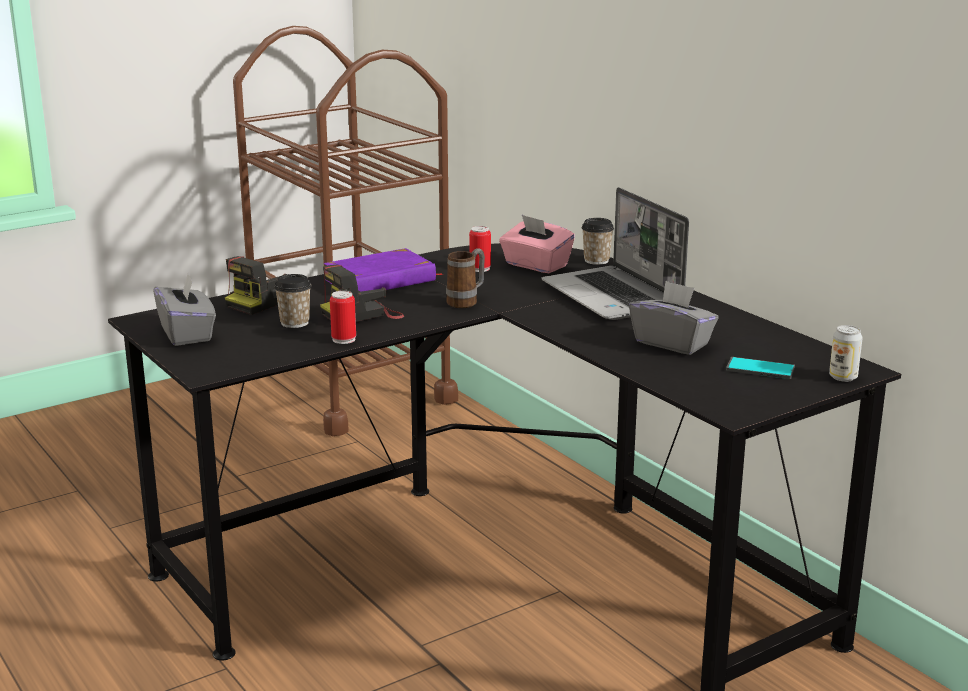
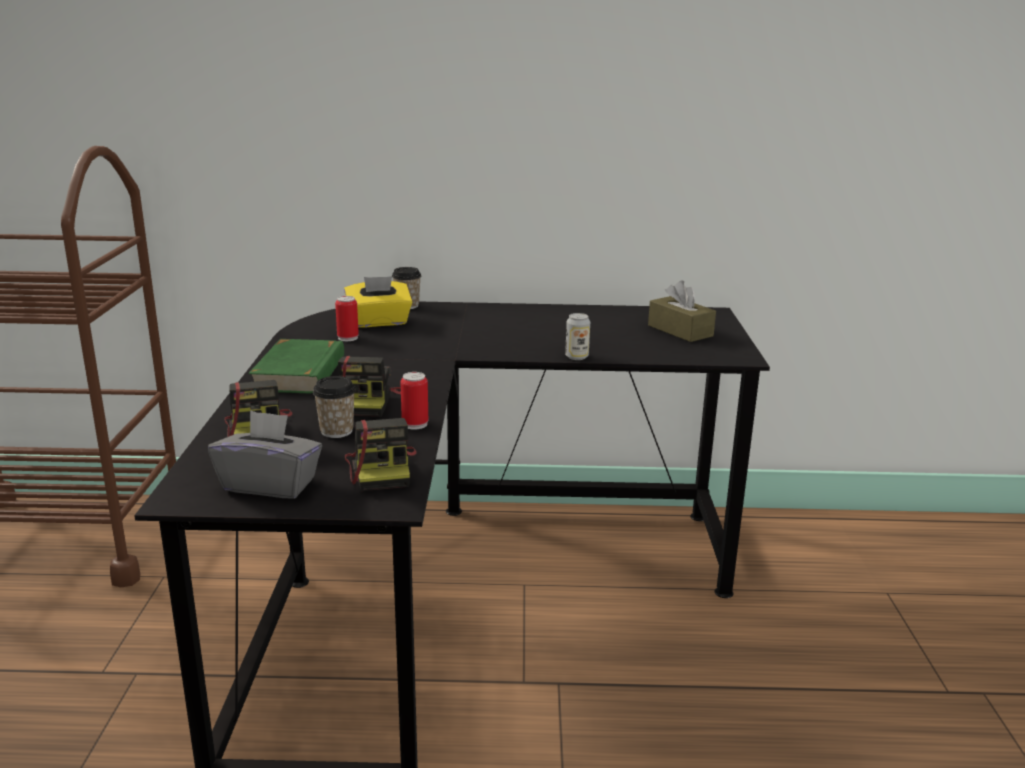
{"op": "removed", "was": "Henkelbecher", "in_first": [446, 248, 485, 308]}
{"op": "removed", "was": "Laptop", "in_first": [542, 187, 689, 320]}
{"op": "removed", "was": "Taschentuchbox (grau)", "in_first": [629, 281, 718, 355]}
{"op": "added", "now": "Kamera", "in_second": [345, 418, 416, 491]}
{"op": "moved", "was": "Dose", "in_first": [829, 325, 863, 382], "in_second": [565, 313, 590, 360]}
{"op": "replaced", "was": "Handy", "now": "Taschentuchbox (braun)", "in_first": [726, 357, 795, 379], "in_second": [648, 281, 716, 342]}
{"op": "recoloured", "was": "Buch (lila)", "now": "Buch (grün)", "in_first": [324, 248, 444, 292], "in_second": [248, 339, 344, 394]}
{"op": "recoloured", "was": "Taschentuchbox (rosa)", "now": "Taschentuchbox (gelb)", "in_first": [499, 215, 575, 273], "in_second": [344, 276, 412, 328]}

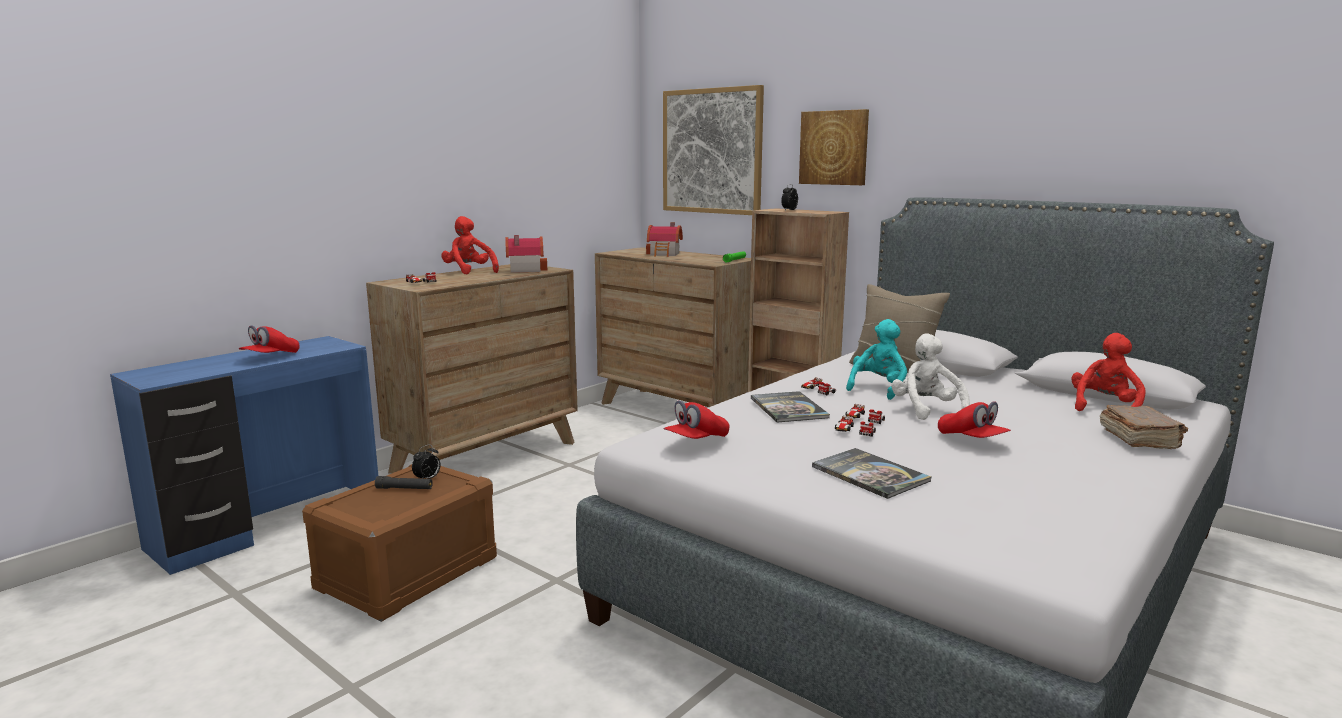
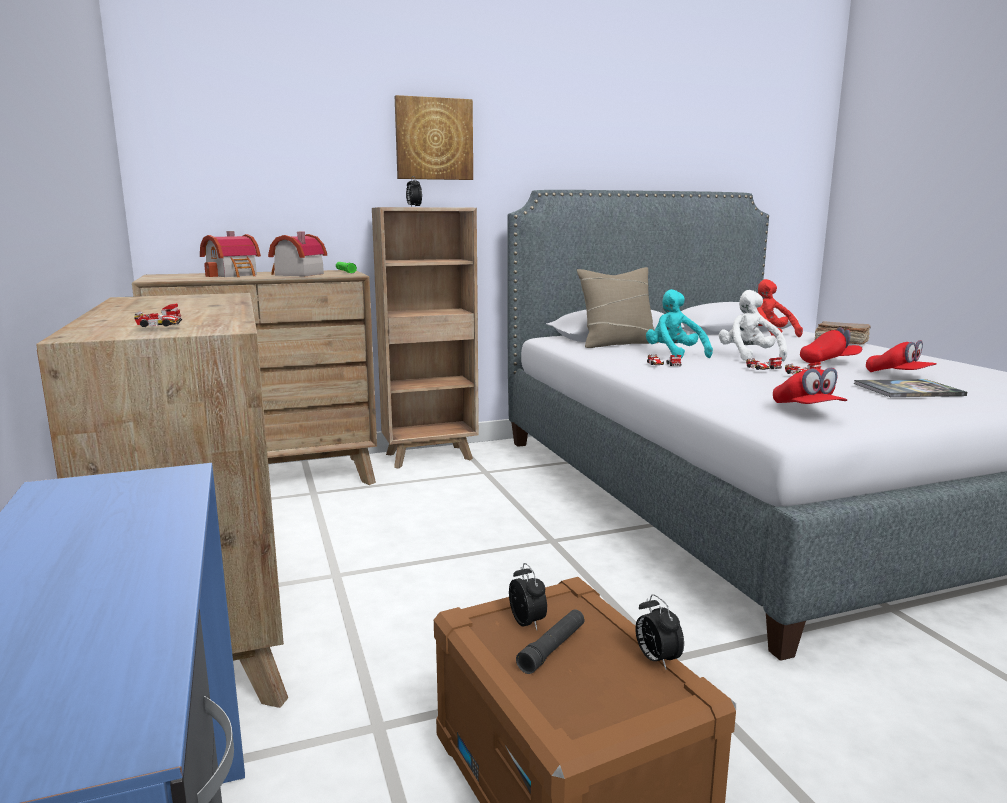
{"op": "removed", "was": "Plüschtier (rot)", "in_first": [441, 216, 499, 274]}
{"op": "removed", "was": "Bild", "in_first": [663, 85, 764, 215]}
{"op": "removed", "was": "Buch", "in_first": [751, 391, 830, 422]}
{"op": "added", "now": "Wecker", "in_second": [635, 594, 684, 669]}
{"op": "moved", "was": "Kappe (rot)", "in_first": [239, 325, 299, 353], "in_second": [866, 340, 937, 372]}
{"op": "moved", "was": "Spielzeughaus", "in_first": [505, 235, 547, 273], "in_second": [268, 232, 327, 277]}
{"op": "turned", "was": "Plüschtier (weiß)", "in_first": [891, 333, 970, 420], "in_second": [719, 290, 787, 361], "clockwise": 60}

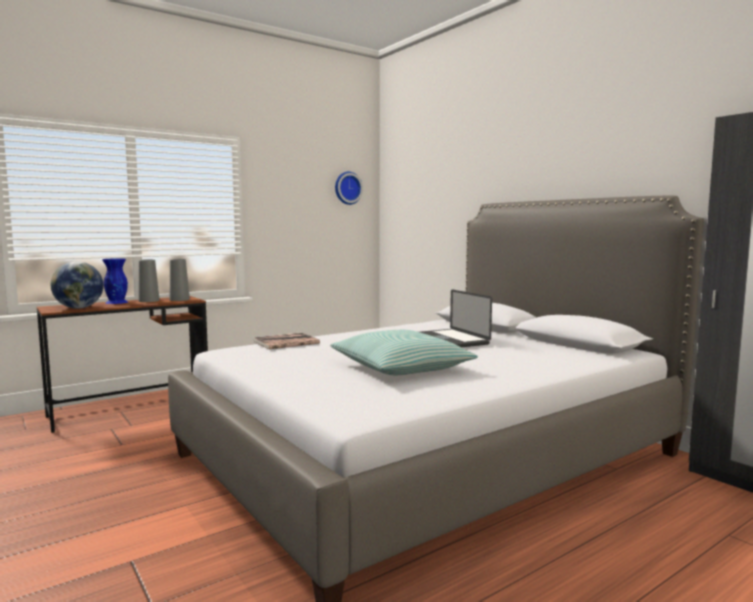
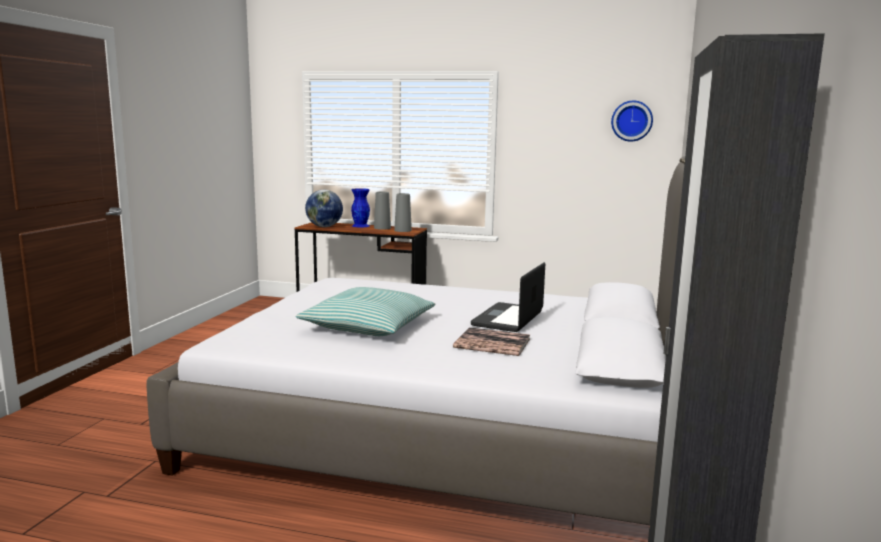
{"op": "moved", "was": "Buch", "in_first": [253, 333, 320, 349], "in_second": [453, 327, 530, 356]}

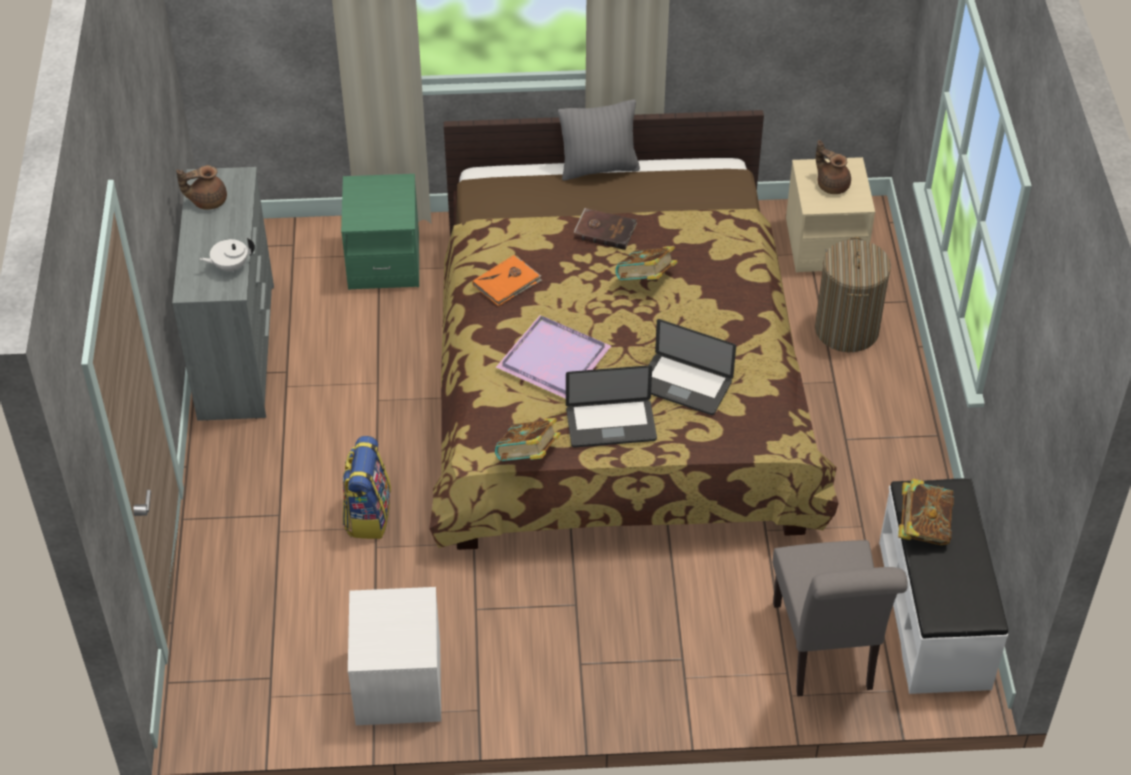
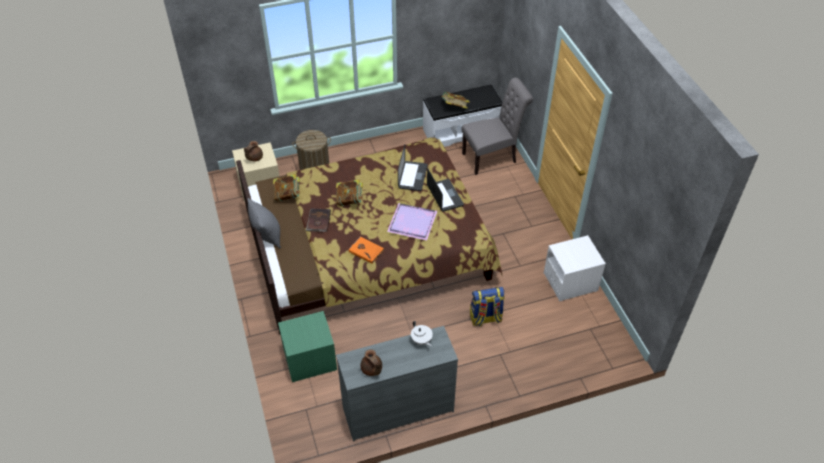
{"op": "moved", "was": "Buch", "in_first": [495, 418, 561, 461], "in_second": [273, 174, 301, 202]}

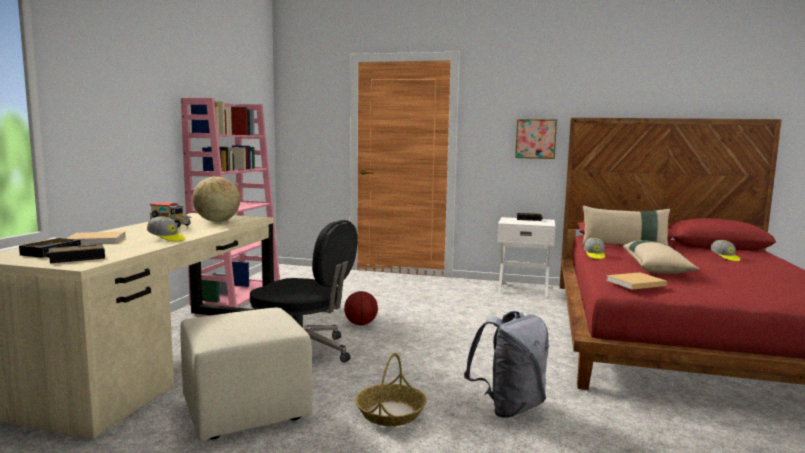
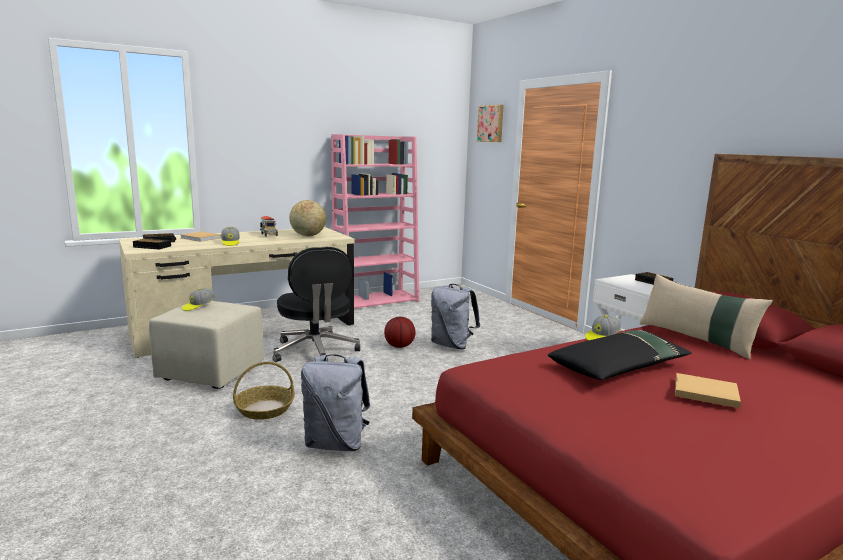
{"op": "added", "now": "Rucksack (grau)", "in_second": [431, 284, 480, 349]}
{"op": "moved", "was": "Bild", "in_first": [515, 119, 557, 159], "in_second": [477, 105, 504, 142]}
{"op": "moved", "was": "Buch (beige)", "in_first": [606, 272, 667, 289], "in_second": [675, 373, 741, 408]}
{"op": "moved", "was": "Kappe", "in_first": [711, 240, 740, 261], "in_second": [182, 288, 215, 311]}
{"op": "recoloured", "was": "Kissen (beige)", "now": "Kissen (schwarz)", "in_first": [623, 240, 700, 274], "in_second": [548, 330, 692, 380]}

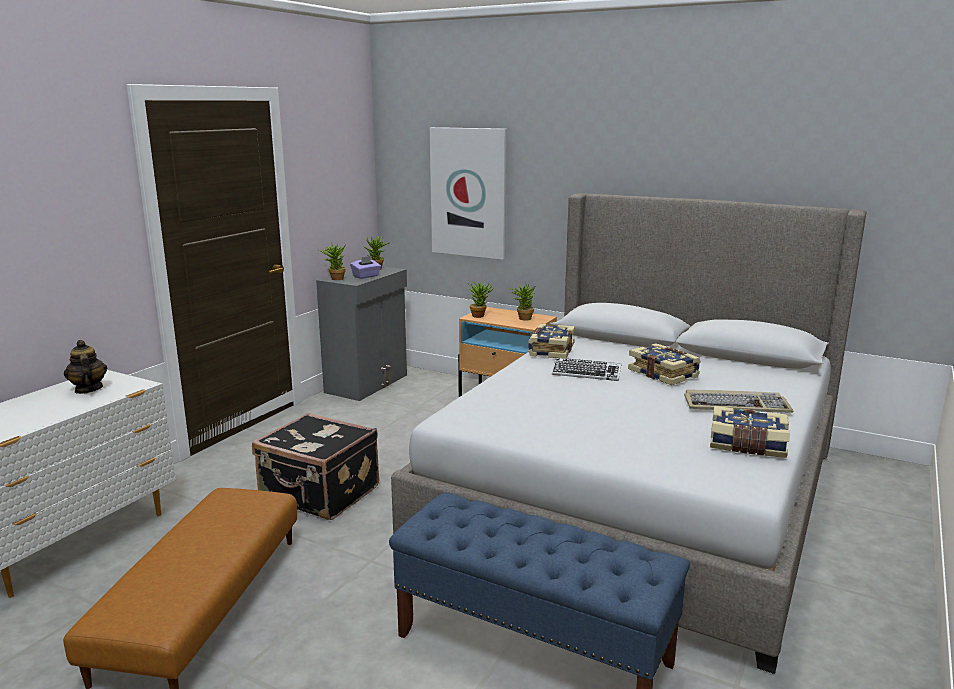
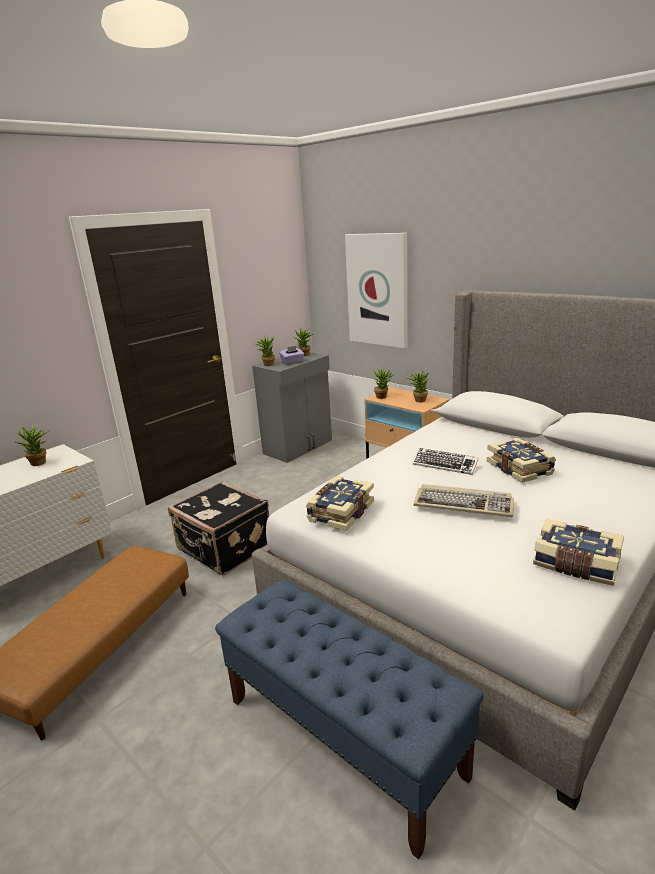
{"op": "moved", "was": "Buch", "in_first": [528, 324, 575, 358], "in_second": [306, 476, 374, 531]}
{"op": "moved", "was": "Tastatur", "in_first": [684, 389, 794, 413], "in_second": [414, 484, 514, 517]}
{"op": "replaced", "was": "Teekanne", "now": "Topfpflanze", "in_first": [64, 340, 107, 394], "in_second": [16, 424, 50, 466]}

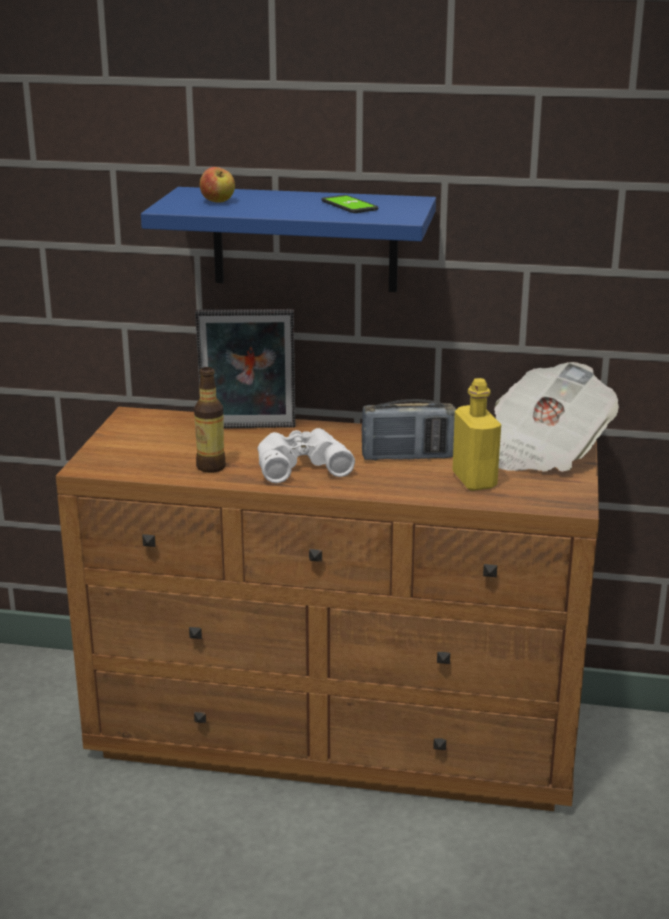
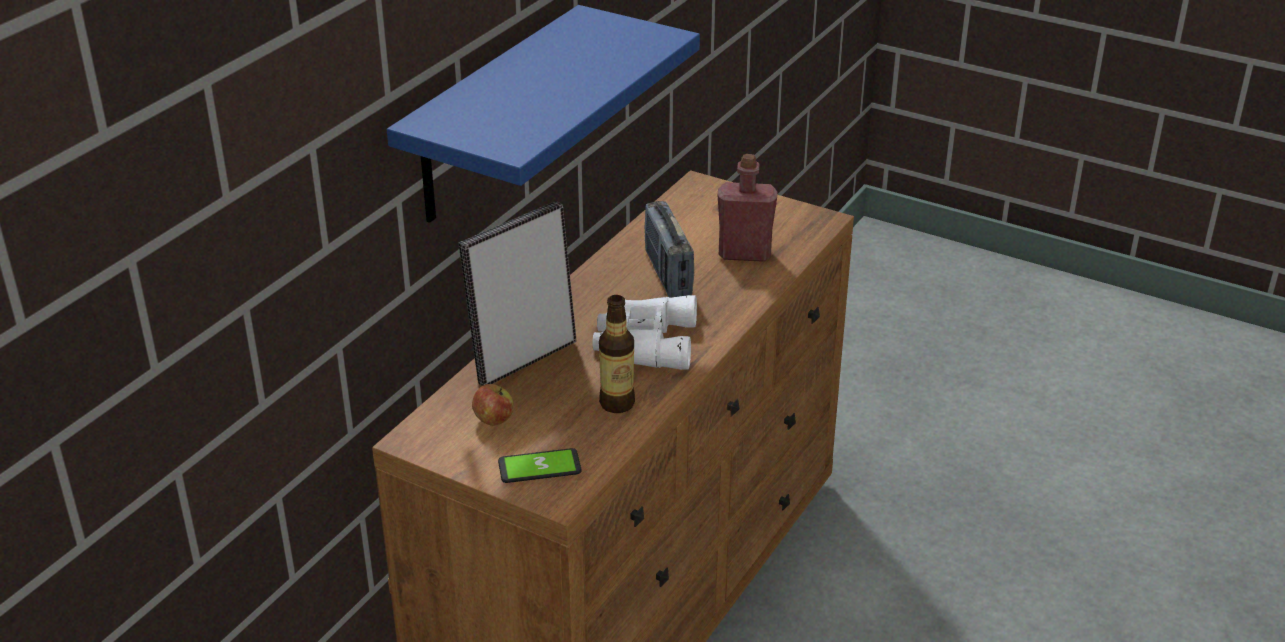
{"op": "removed", "was": "Zeitung", "in_first": [494, 362, 619, 472]}
{"op": "moved", "was": "Apfel", "in_first": [200, 167, 235, 203], "in_second": [472, 384, 514, 426]}
{"op": "moved", "was": "Handy", "in_first": [321, 195, 379, 213], "in_second": [498, 448, 582, 483]}
{"op": "recoloured", "was": "Flasche (gelb)", "now": "Flasche (rot)", "in_first": [452, 378, 501, 491], "in_second": [717, 154, 778, 262]}
{"op": "turned", "was": "Bilderrahmen", "in_first": [195, 309, 296, 428], "in_second": [459, 201, 576, 386], "clockwise": -150}
{"op": "turned", "was": "Radio", "in_first": [362, 399, 456, 461], "in_second": [644, 201, 694, 298], "clockwise": 150}

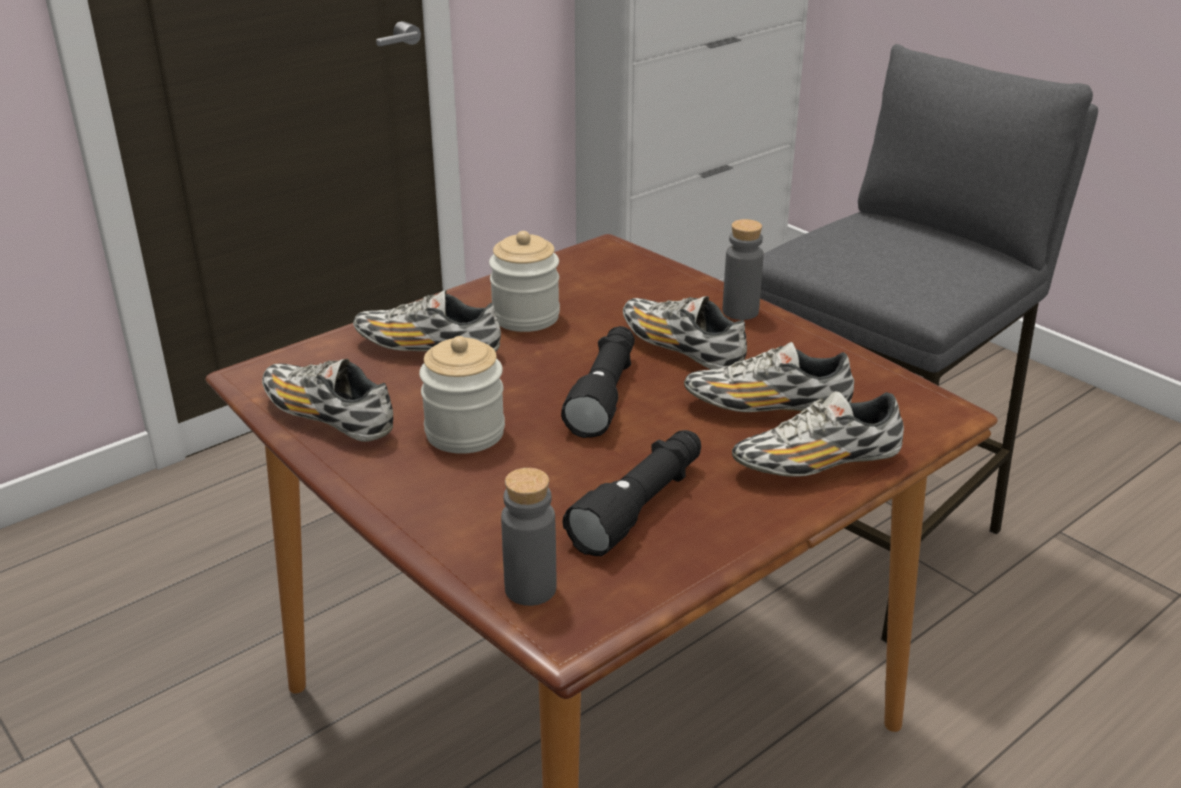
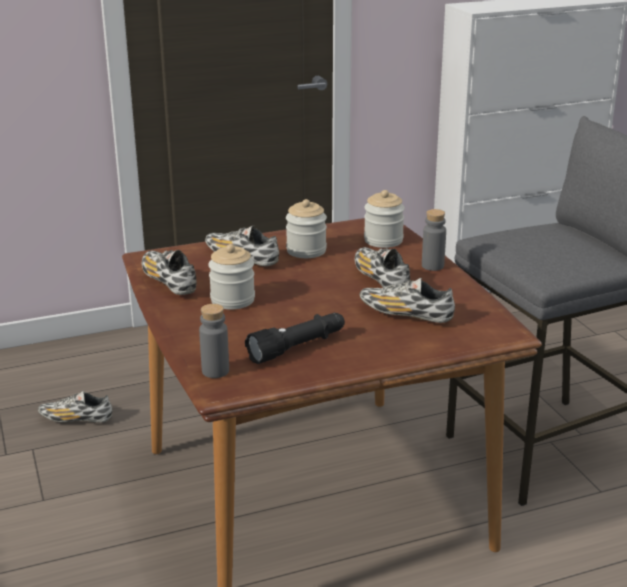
{"op": "removed", "was": "Taschenlampe (schwarz)", "in_first": [561, 326, 635, 438]}
{"op": "added", "now": "Vorratsglas", "in_second": [364, 190, 405, 248]}
{"op": "moved", "was": "Schuh", "in_first": [732, 391, 904, 477], "in_second": [38, 391, 112, 422]}

